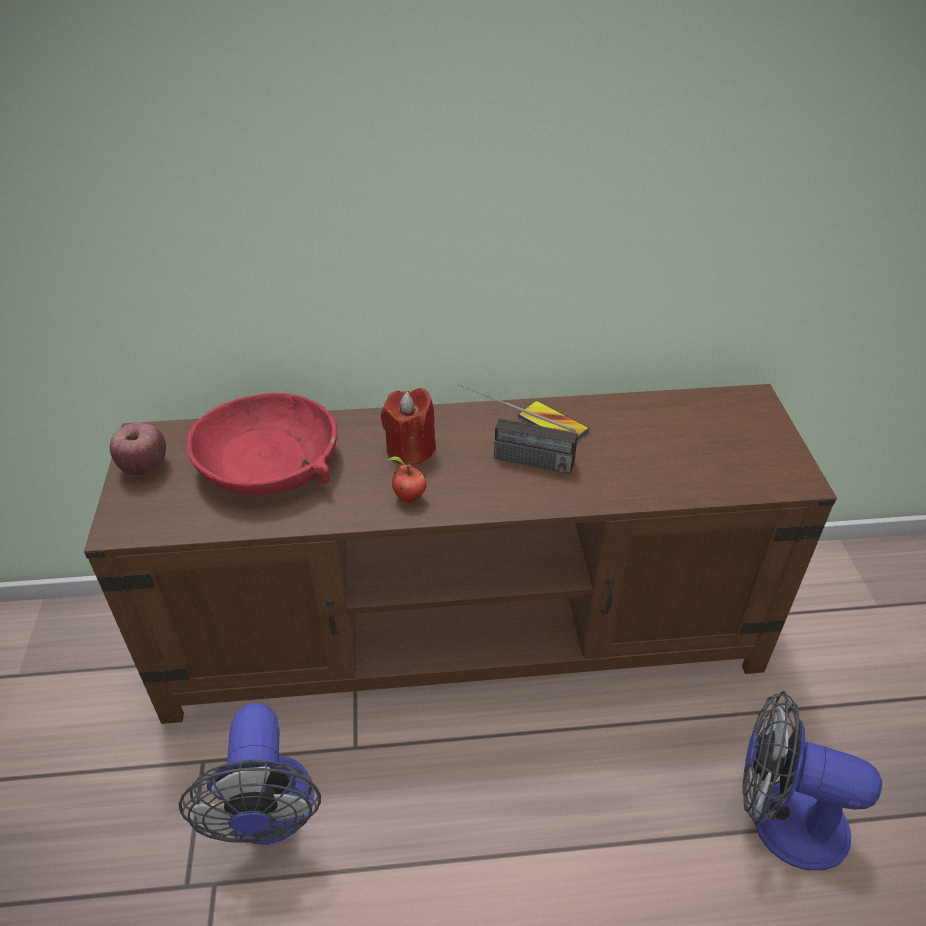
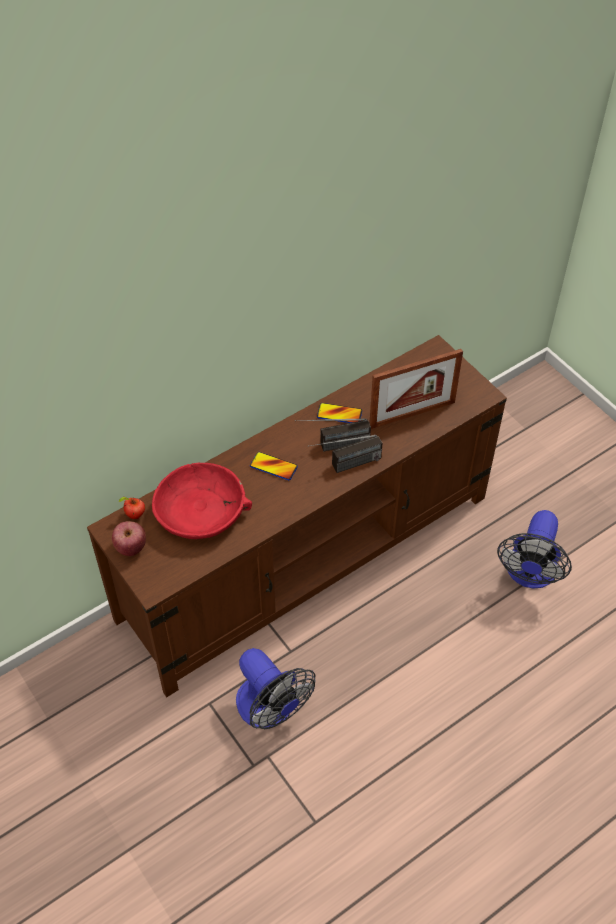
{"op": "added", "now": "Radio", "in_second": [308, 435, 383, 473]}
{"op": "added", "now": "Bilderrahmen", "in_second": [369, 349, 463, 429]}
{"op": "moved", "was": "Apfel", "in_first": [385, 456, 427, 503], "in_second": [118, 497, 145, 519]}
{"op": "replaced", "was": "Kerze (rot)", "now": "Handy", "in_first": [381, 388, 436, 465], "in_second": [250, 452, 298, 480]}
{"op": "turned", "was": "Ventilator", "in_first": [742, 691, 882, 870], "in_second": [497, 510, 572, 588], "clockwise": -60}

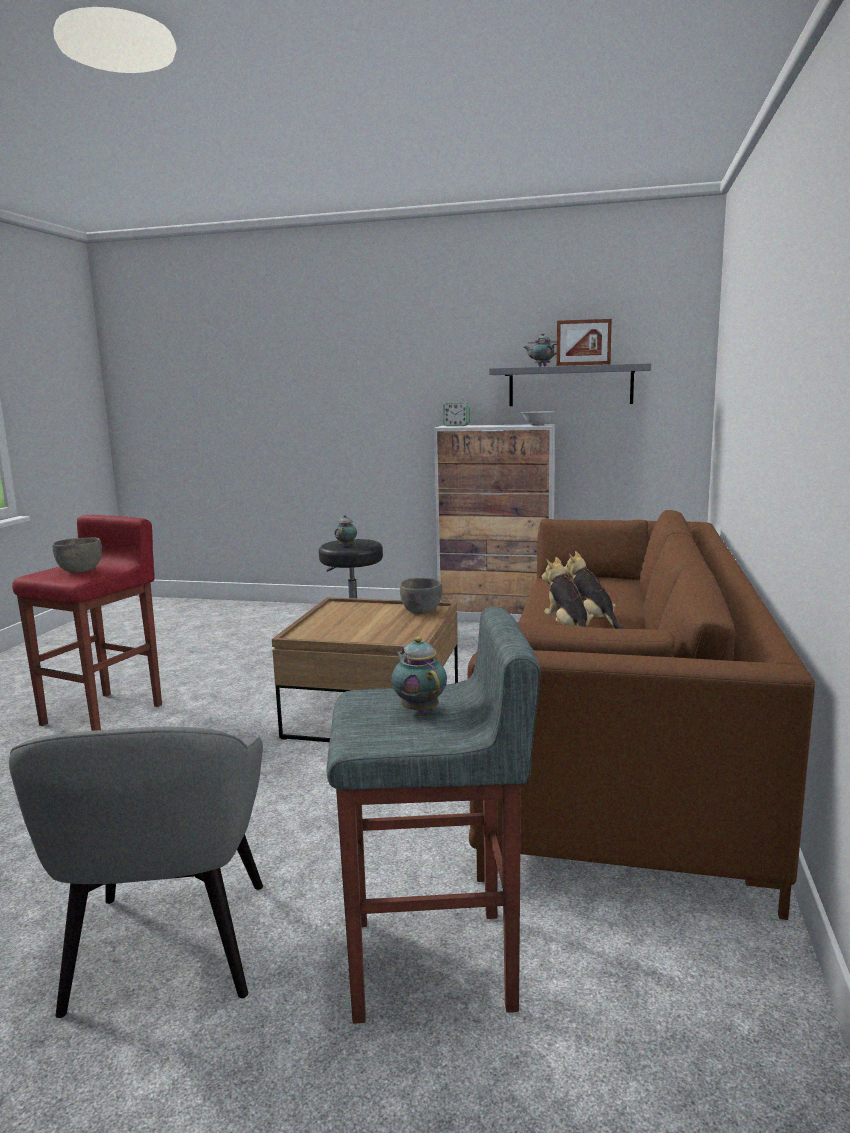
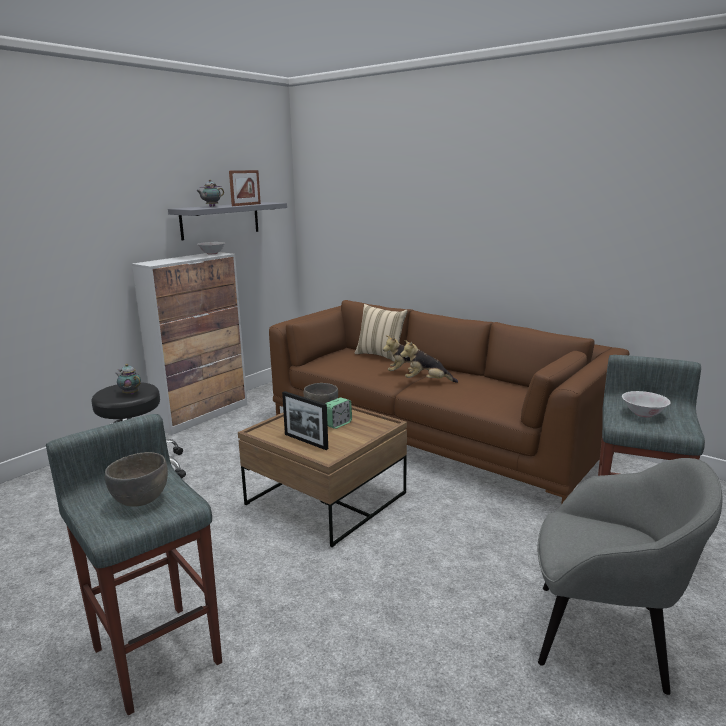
{"op": "added", "now": "Bilderrahmen", "in_second": [282, 391, 328, 450]}
{"op": "added", "now": "Kissen (beige)", "in_second": [354, 304, 408, 362]}
{"op": "moved", "was": "Wecker", "in_first": [443, 402, 469, 426], "in_second": [325, 398, 352, 429]}
{"op": "replaced", "was": "Teekanne", "now": "Schüssel (weiß)", "in_first": [391, 637, 447, 713], "in_second": [622, 391, 671, 417]}
{"op": "recoloured", "was": "Hocker (rot)", "now": "Hocker (grau)", "in_first": [12, 515, 162, 731], "in_second": [46, 414, 222, 716]}

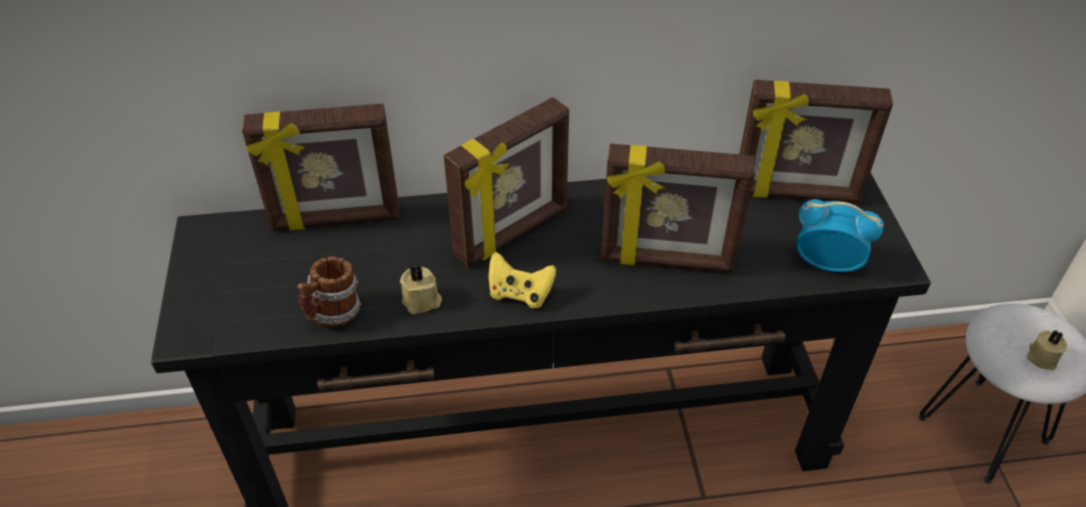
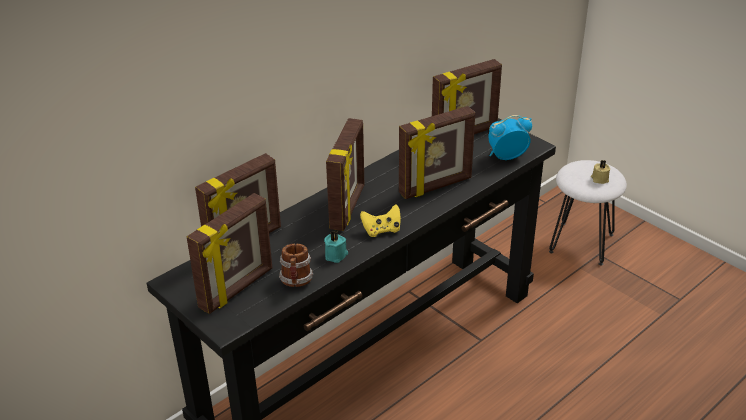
{"op": "added", "now": "Bilderrahmen", "in_second": [187, 193, 272, 314]}
{"op": "recoloured", "was": "Kerze (beige)", "now": "Kerze (türkis)", "in_first": [400, 264, 442, 314], "in_second": [324, 230, 348, 263]}

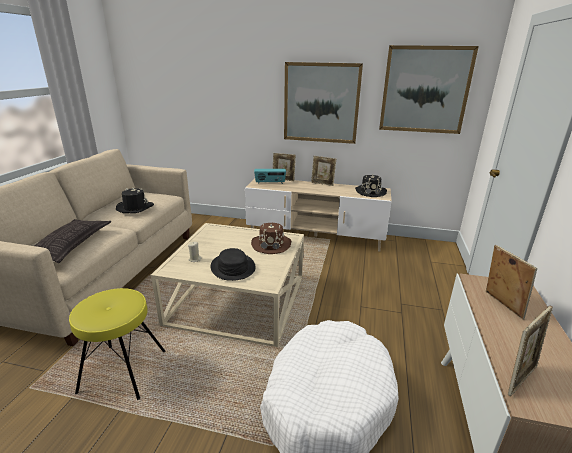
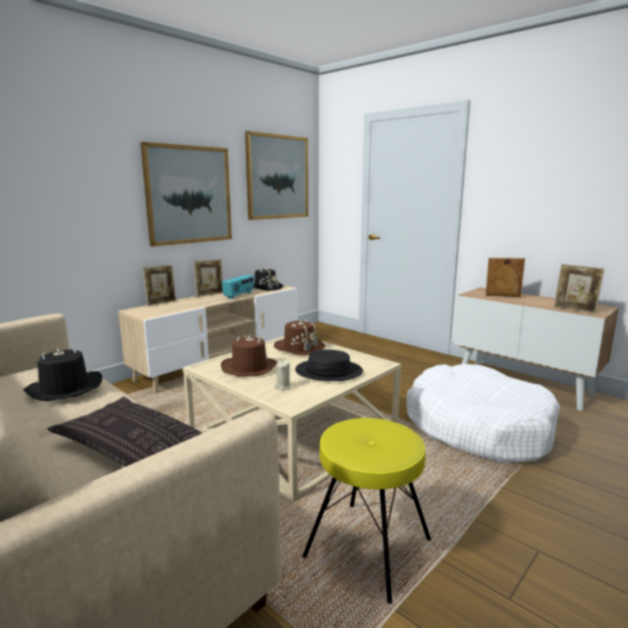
{"op": "added", "now": "Hut (braun)", "in_second": [221, 335, 277, 377]}
{"op": "moved", "was": "Radio", "in_first": [254, 169, 286, 184], "in_second": [222, 275, 254, 299]}
{"op": "turned", "was": "Bilderrahmen", "in_first": [508, 306, 553, 396], "in_second": [554, 264, 604, 313], "clockwise": 135}

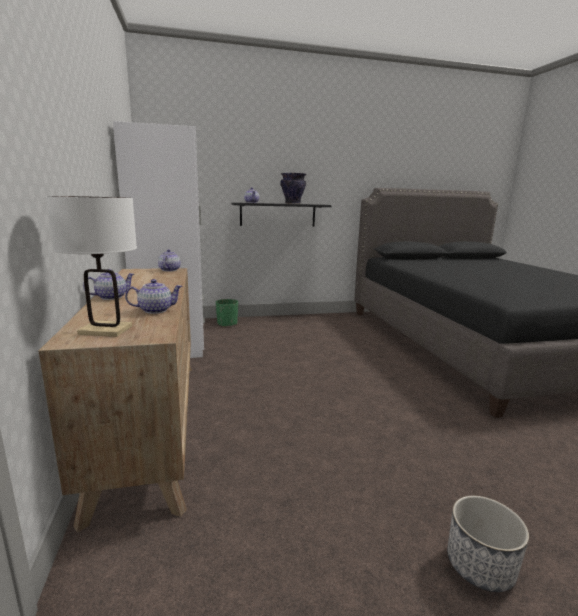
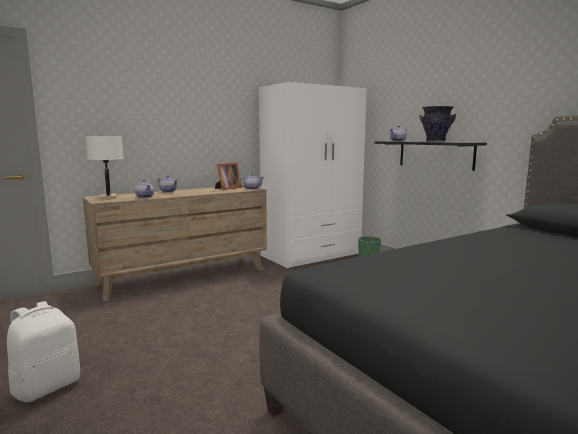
{"op": "added", "now": "Bilderrahmen", "in_second": [215, 163, 242, 190]}
{"op": "replaced", "was": "Pflanzkübel", "now": "Rucksack (weiß)", "in_first": [447, 496, 529, 592], "in_second": [7, 301, 80, 403]}

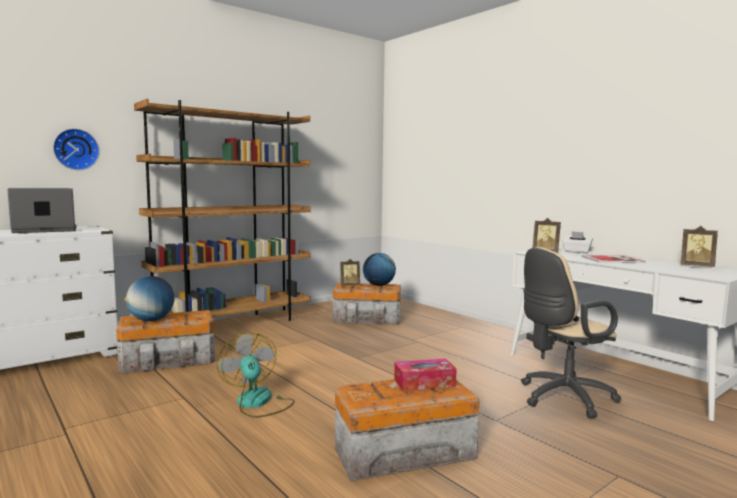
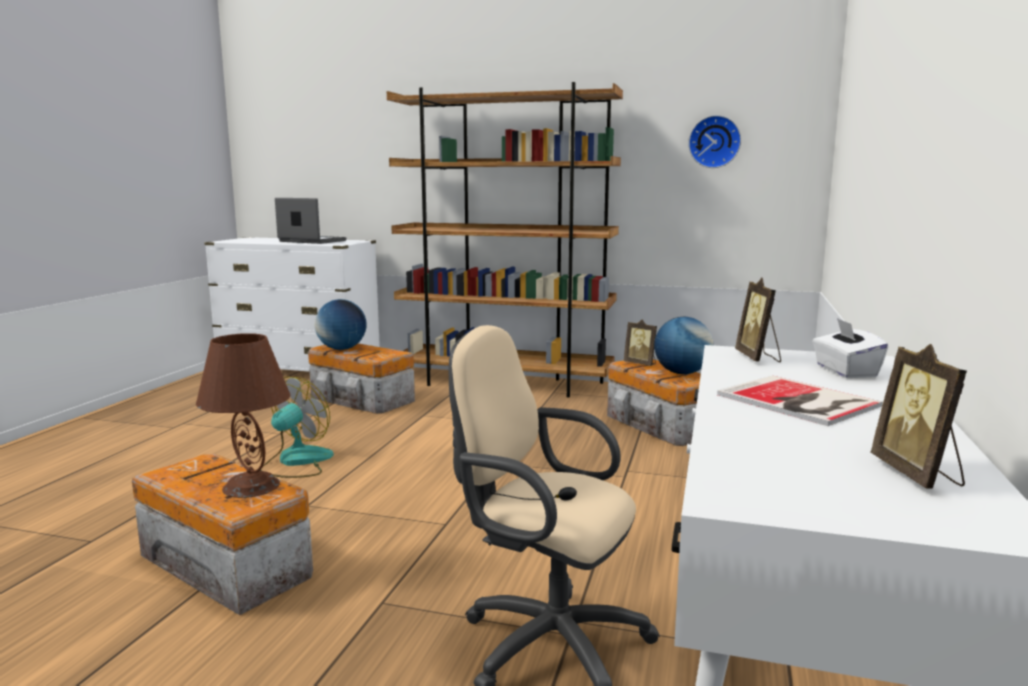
{"op": "moved", "was": "Wanduhr", "in_first": [53, 128, 100, 170], "in_second": [688, 115, 741, 168]}
{"op": "replaced", "was": "Taschentuchbox", "now": "Tischlampe (braun)", "in_first": [394, 359, 457, 391], "in_second": [196, 333, 291, 498]}

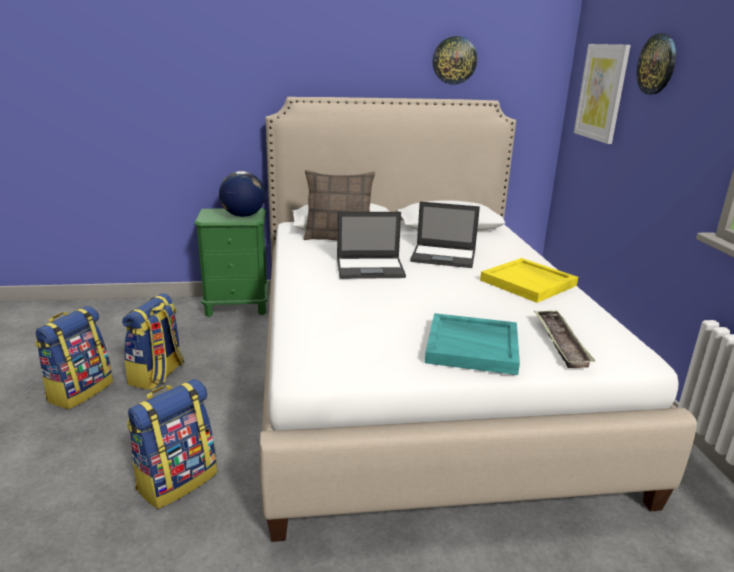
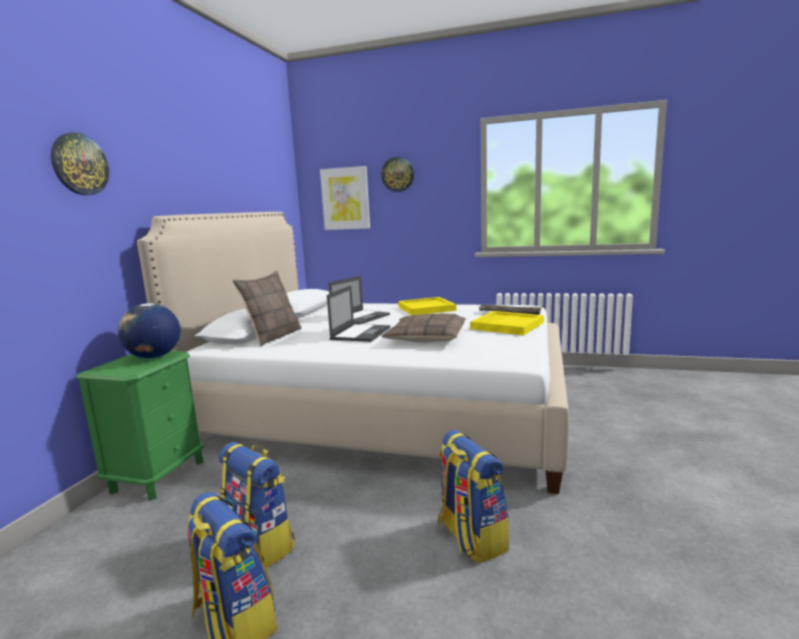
{"op": "added", "now": "Kissen", "in_second": [381, 314, 466, 343]}
{"op": "moved", "was": "Wanduhr", "in_first": [433, 36, 477, 85], "in_second": [51, 132, 109, 195]}
{"op": "recoloured", "was": "Tablett (türkis)", "now": "Tablett (gelb)", "in_first": [425, 313, 520, 375], "in_second": [470, 311, 544, 335]}

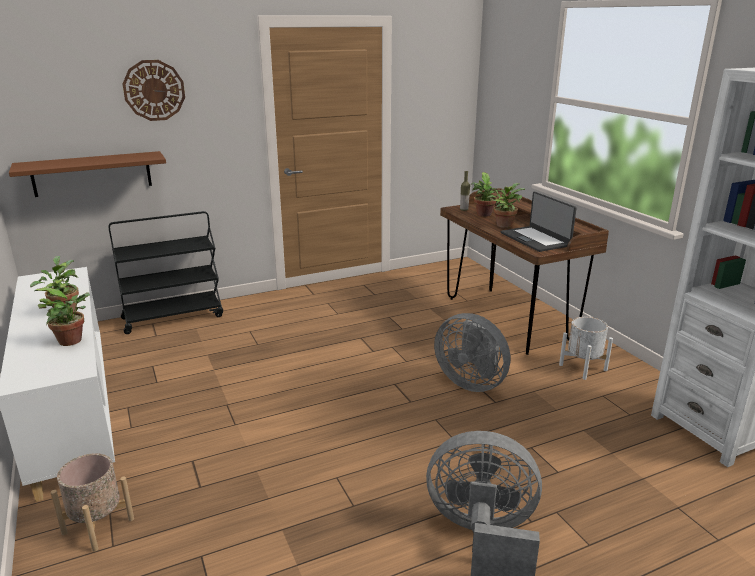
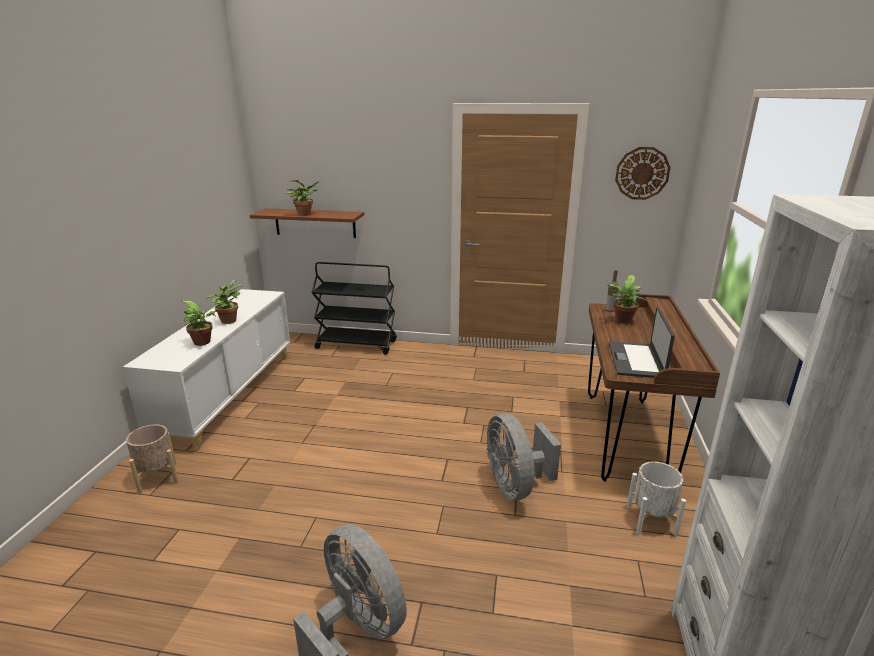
{"op": "moved", "was": "Wanduhr", "in_first": [123, 60, 185, 121], "in_second": [615, 147, 671, 200]}
{"op": "moved", "was": "Topfpflanze", "in_first": [487, 183, 525, 228], "in_second": [287, 180, 321, 216]}

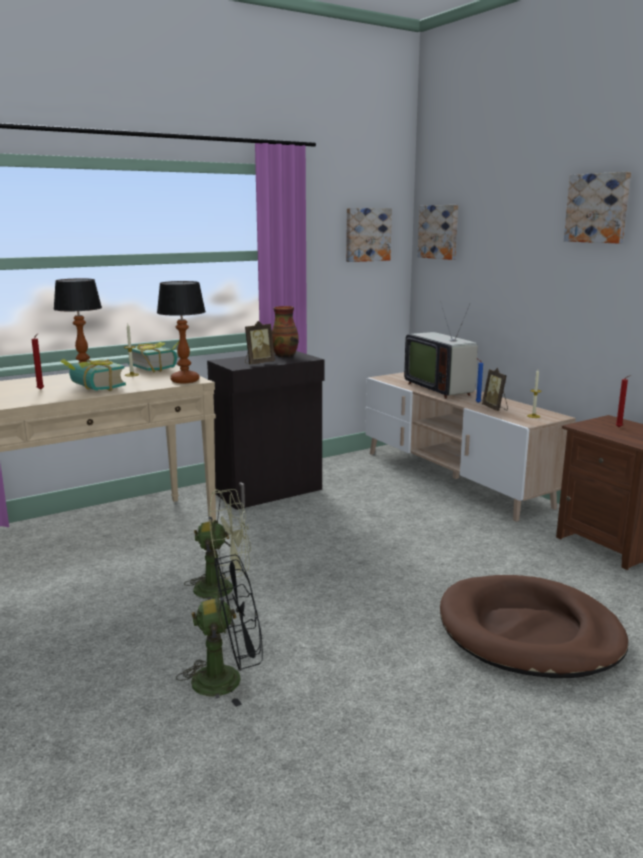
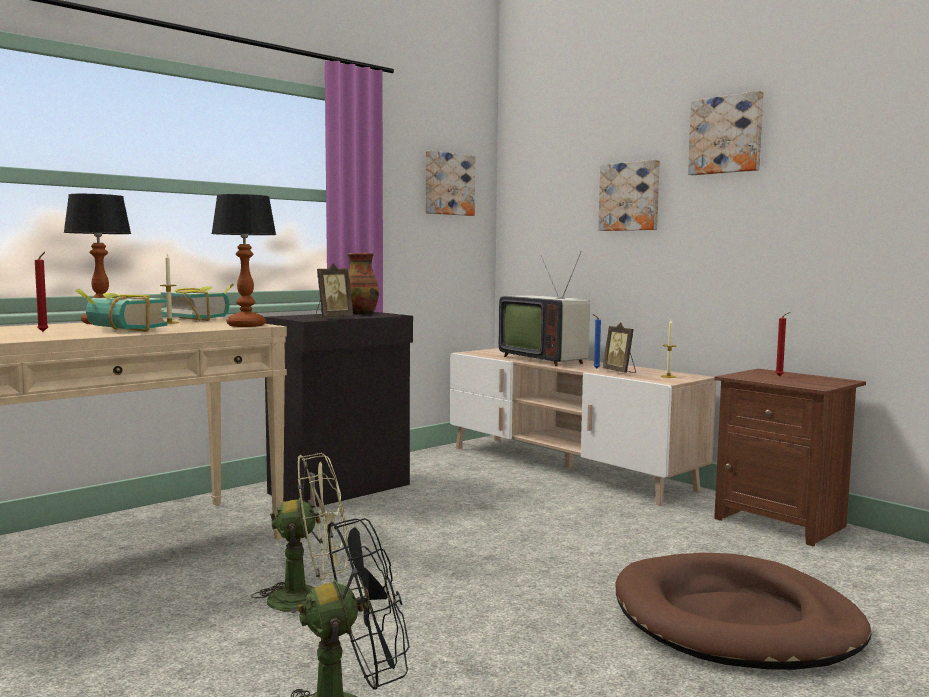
{"op": "moved", "was": "Bild", "in_first": [418, 205, 458, 260], "in_second": [598, 160, 660, 231]}

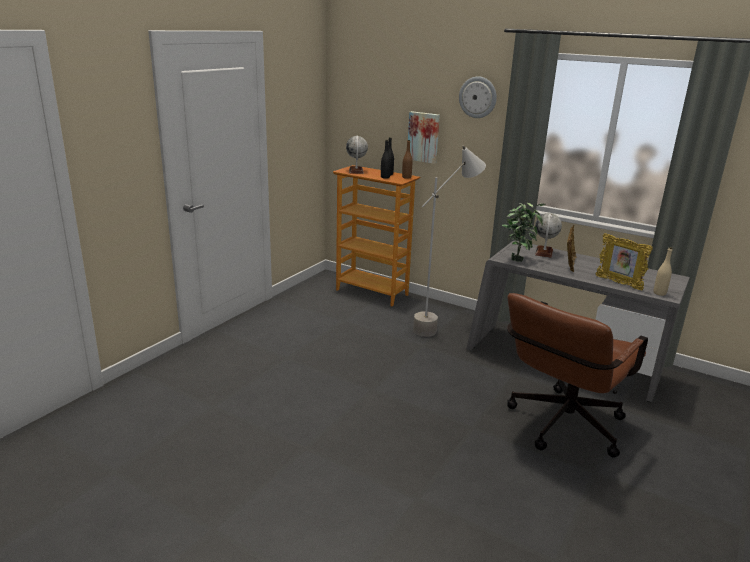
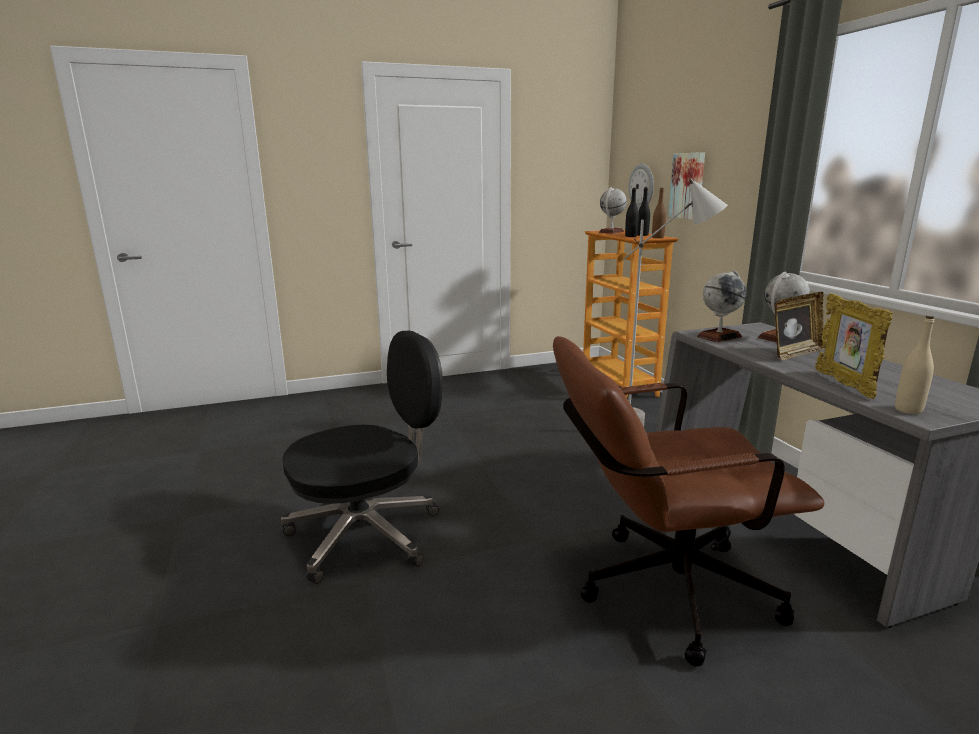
{"op": "added", "now": "Bürostuhl (schwarz)", "in_second": [281, 331, 443, 584]}
{"op": "moved", "was": "Wanduhr", "in_first": [459, 76, 497, 118], "in_second": [629, 164, 654, 209]}
{"op": "replaced", "was": "Topfpflanze", "now": "Globus", "in_first": [502, 203, 546, 262], "in_second": [697, 270, 746, 342]}

